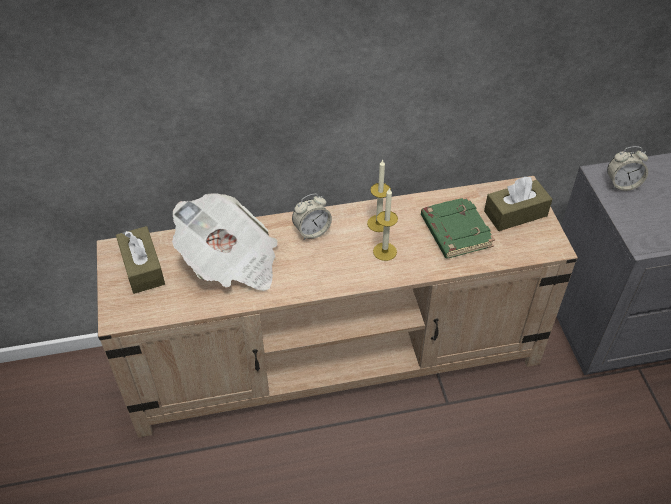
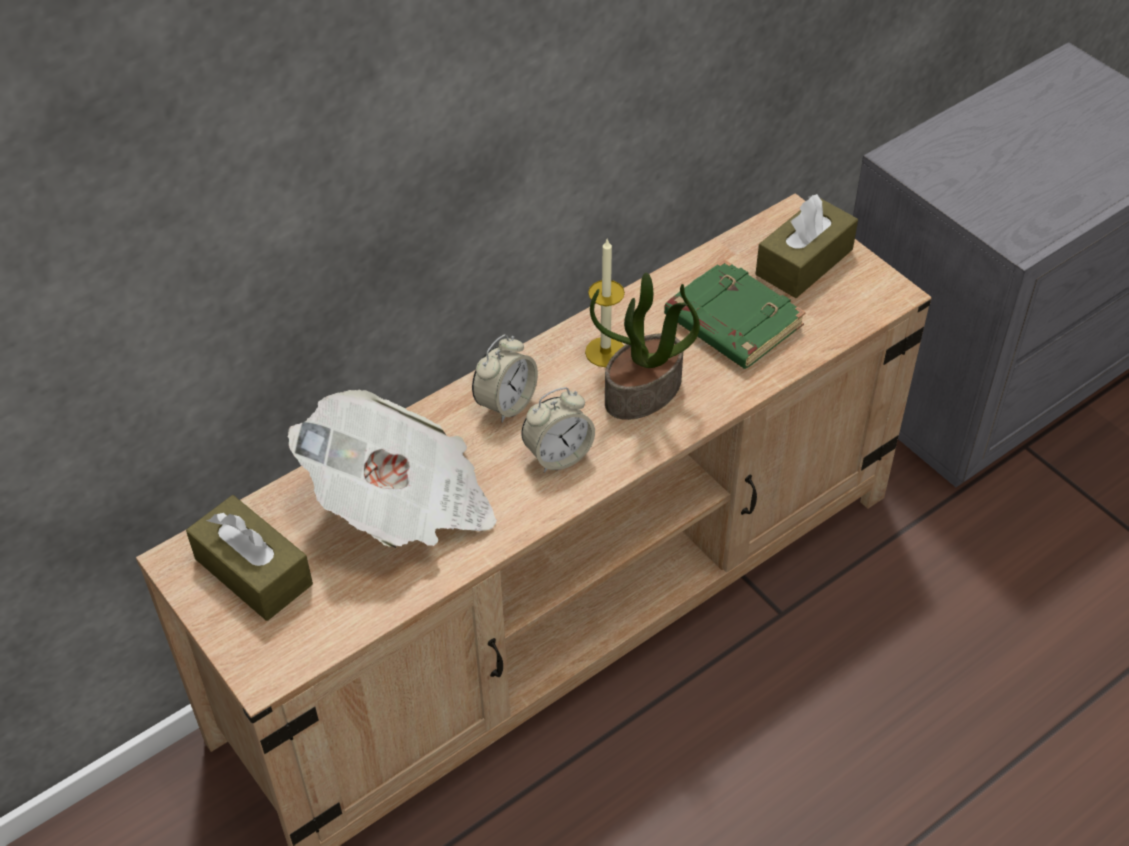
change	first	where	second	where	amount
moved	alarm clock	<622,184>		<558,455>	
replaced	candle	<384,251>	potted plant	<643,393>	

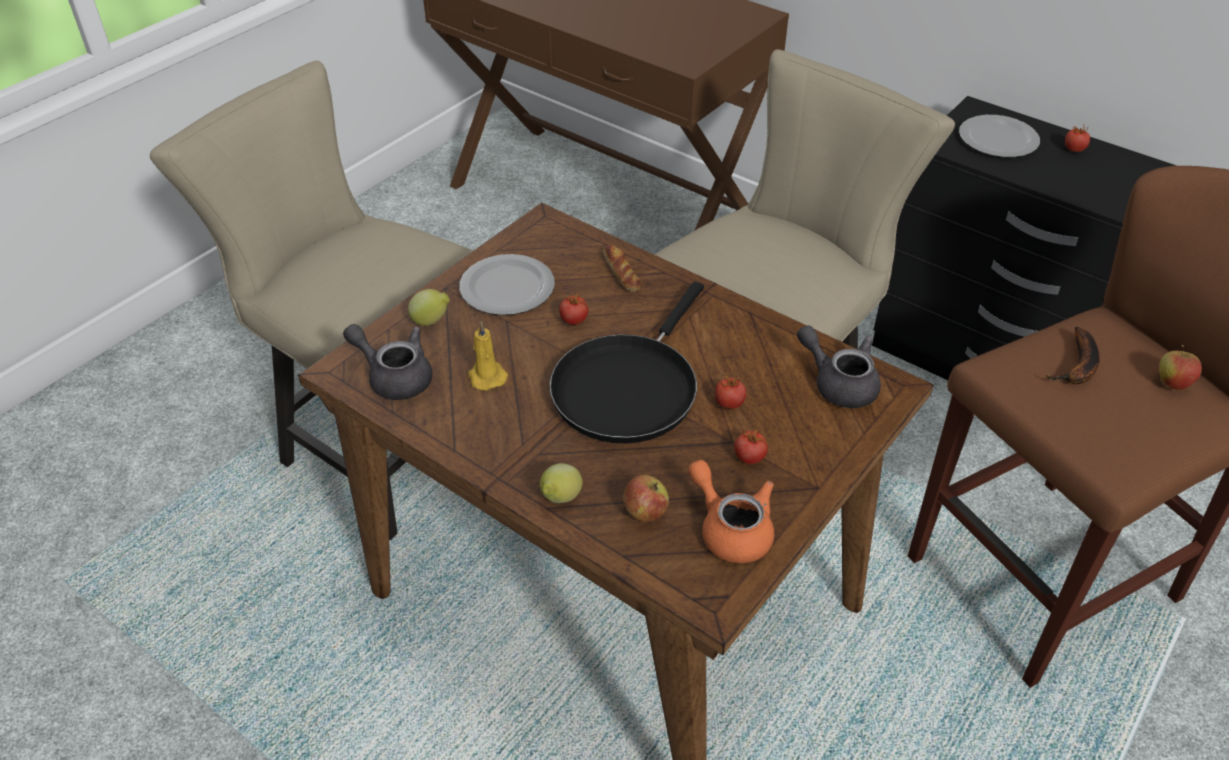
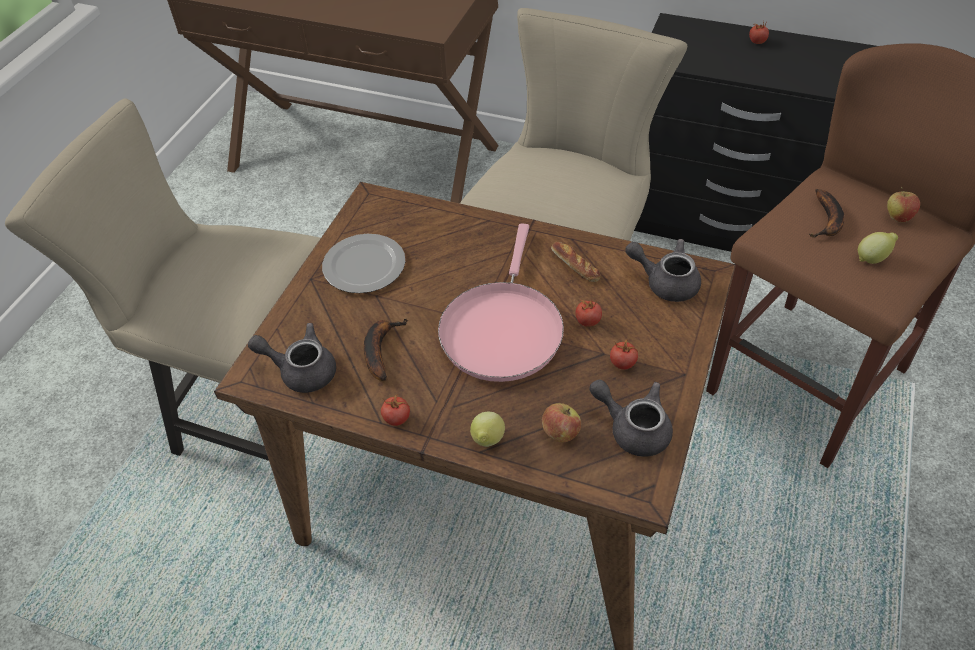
change	first	where	second	where	amount
removed	plate	<996,140>			
moved	bread	<621,272>		<575,265>	
recoloured	black frying pan	<628,388>	pink frying pan	<502,329>	
moved	lemon	<431,321>		<872,258>	
moved	tomato	<574,320>		<397,419>	
replaced	yellow candle	<486,376>	banana	<380,349>	
recoloured	orange teapot	<730,529>	grey teapot	<633,428>	

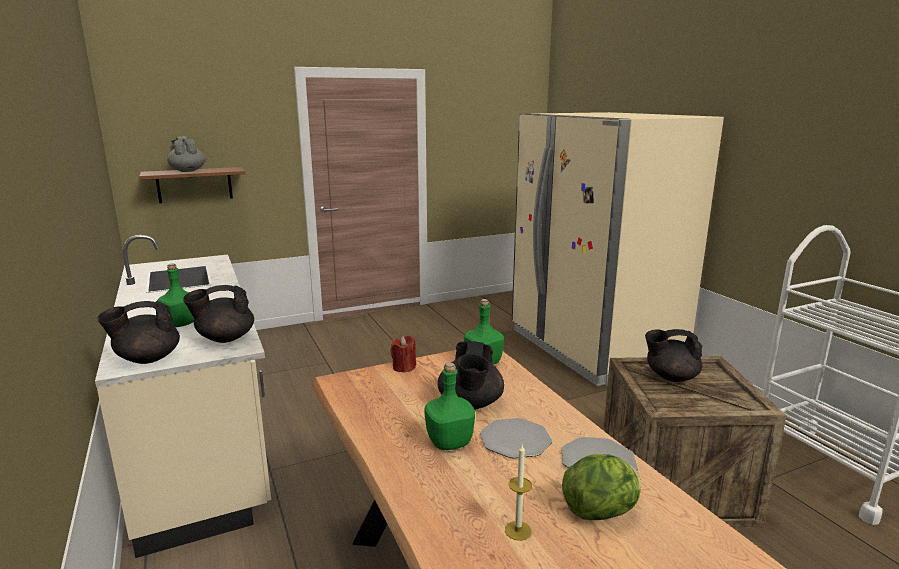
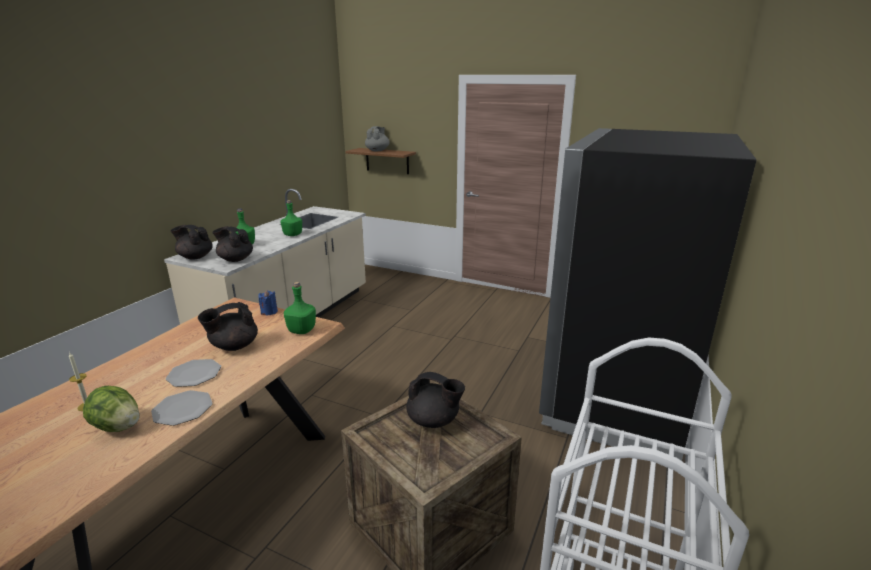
change	first	where	second	where	amount
recoloured	beige fridge	<593,348>	black fridge	<615,396>	
turned	black teapot	<670,377>		<434,421>	150 degrees clockwise
recoloured	red candle	<404,367>	blue candle	<269,312>	
moved	green bottle	<448,443>		<292,235>	

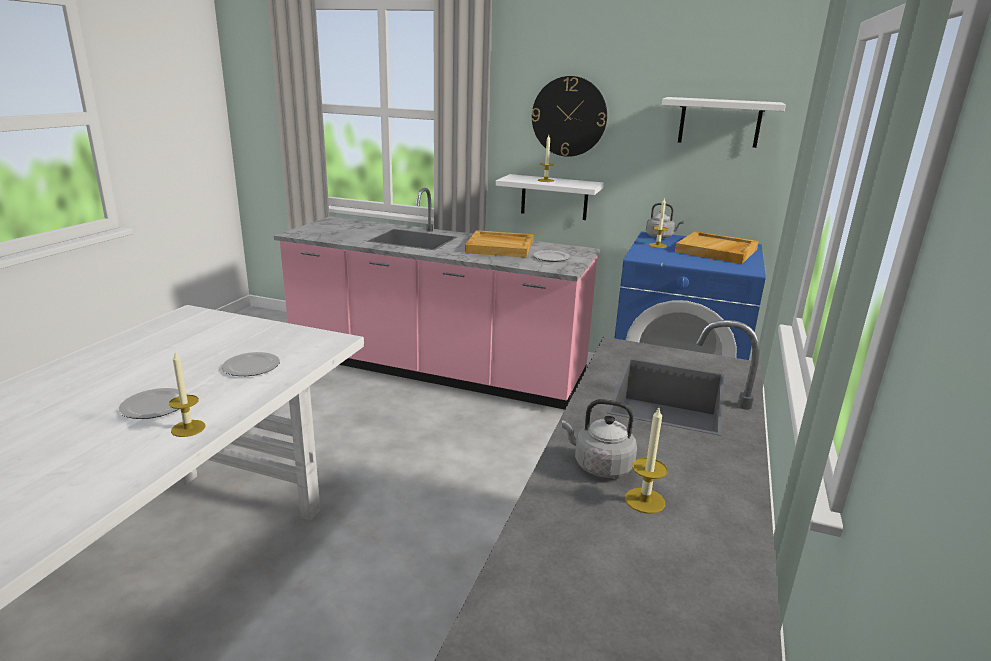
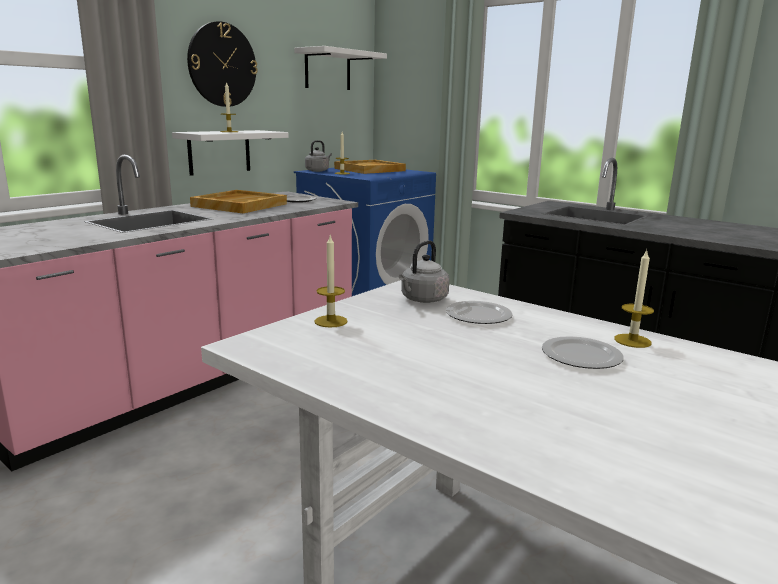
change	first	where	second	where	amount
moved	grey kettle	<599,466>		<422,300>	
moved	candle	<644,500>		<331,321>	

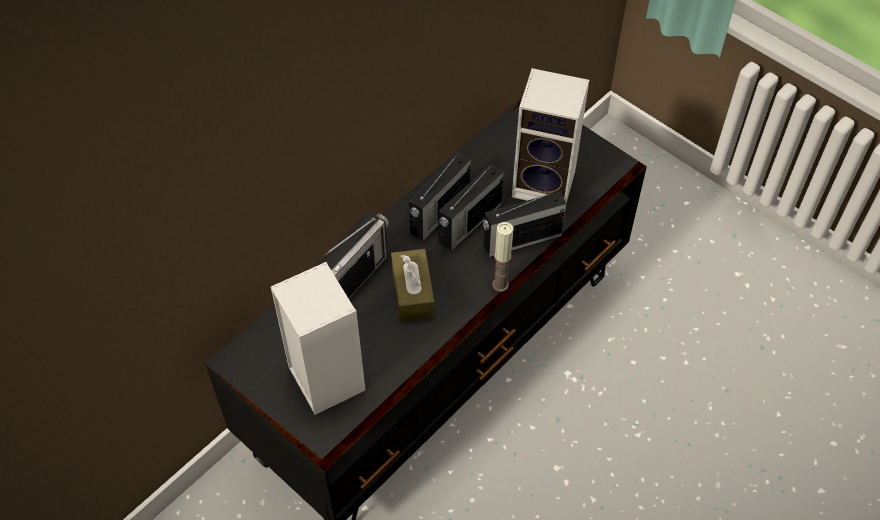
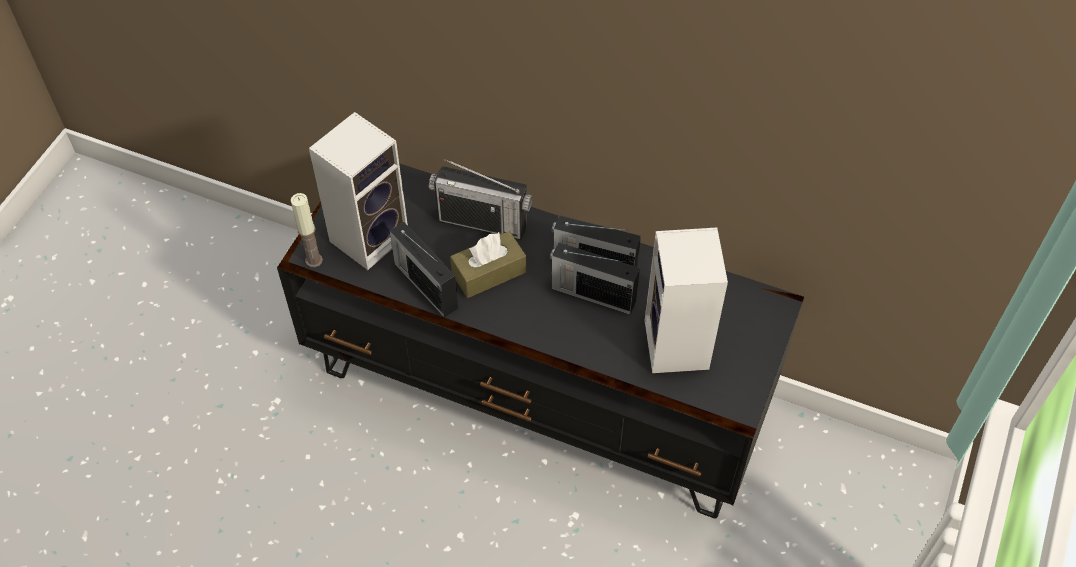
change	first	where	second	where	amount
moved	radio	<520,240>		<425,284>	
moved	candle	<500,284>		<314,260>	

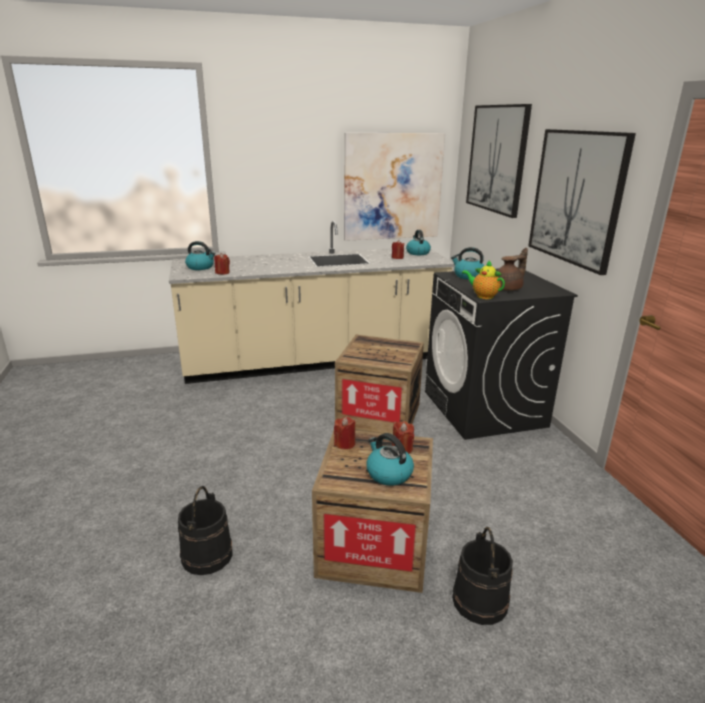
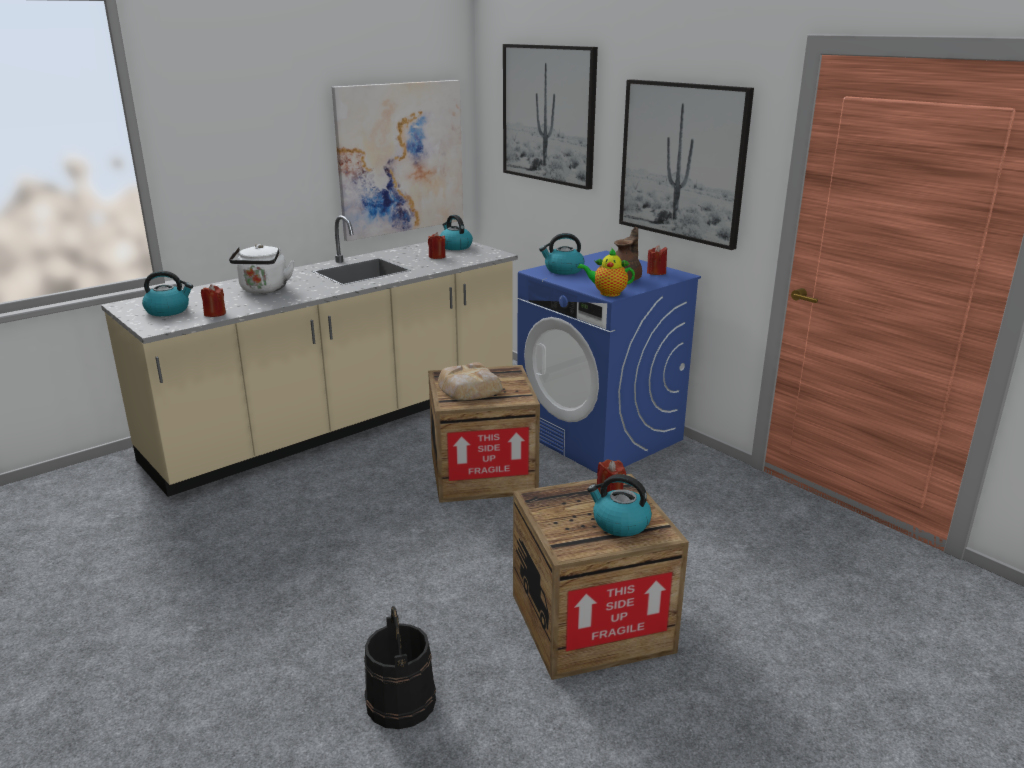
change	first	where	second	where	amount
recoloured	black washing machine	<484,409>	blue washing machine	<600,435>	
moved	red candle	<344,444>		<656,273>	
removed	black bucket	<480,601>			
added			white kettle	<263,290>	
added			bread	<469,388>	

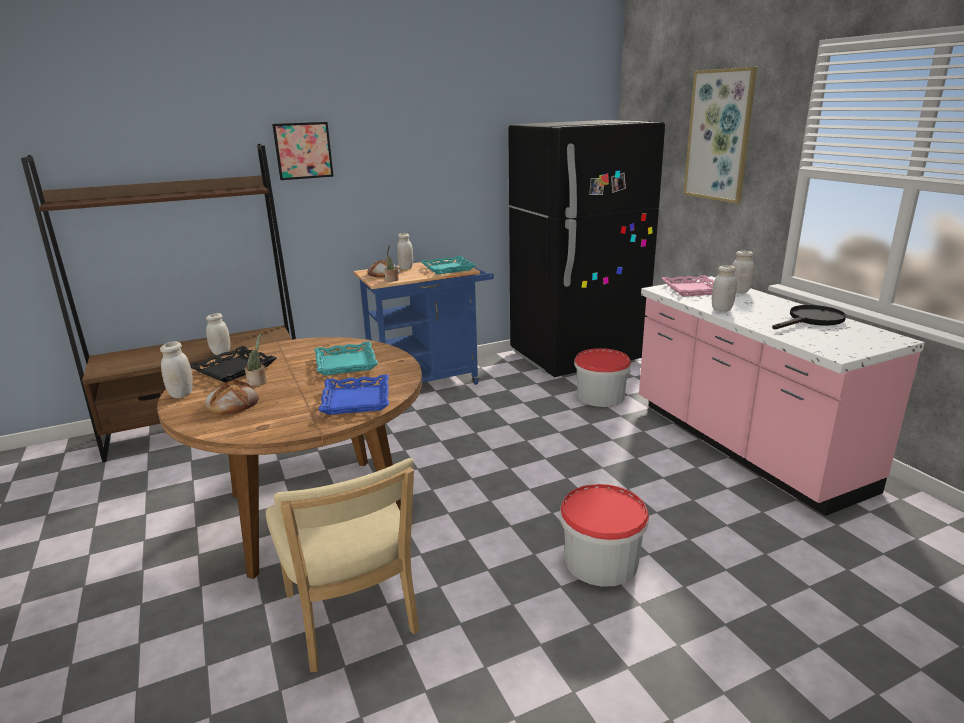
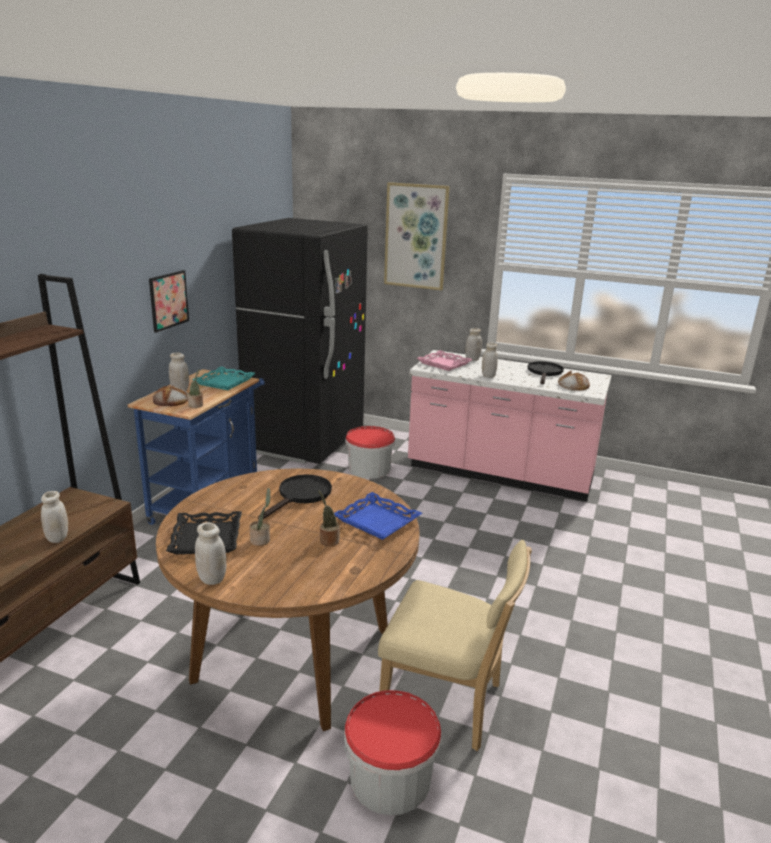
change	first	where	second	where	amount
moved	picture	<303,150>		<168,300>	
replaced	turquoise tray	<346,363>	black frying pan	<300,496>	
moved	bread	<233,403>		<573,385>	
moved	bucket	<601,561>		<390,778>	
added			potted plant	<328,540>	

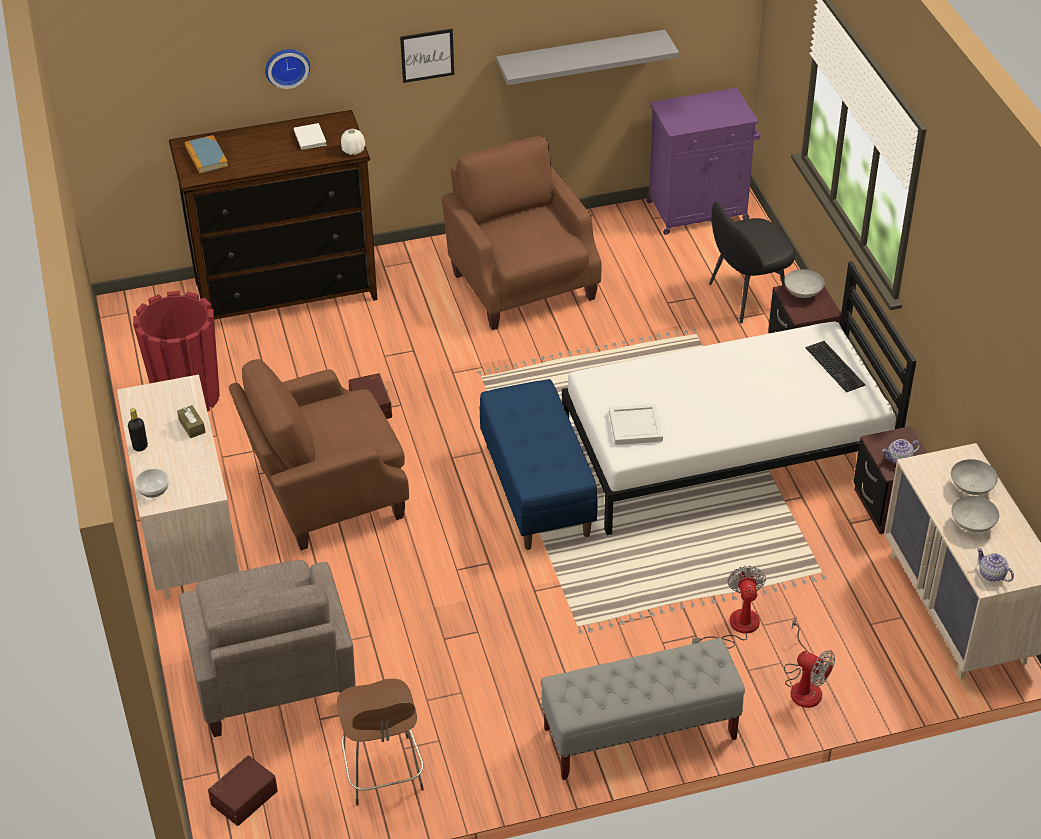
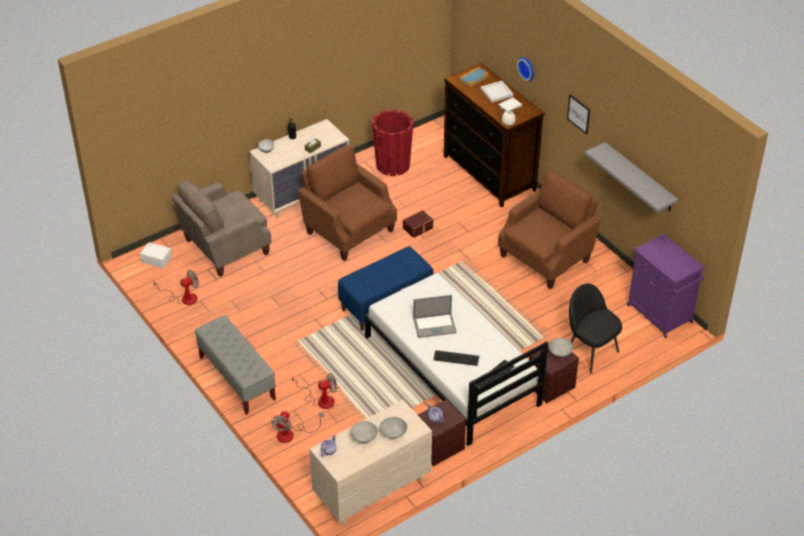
change	first	where	second	where	amount
moved	white tray	<636,426>		<497,93>	
replaced	brown chair	<383,773>	fan	<184,298>	
recoloured	brown storage box	<243,797>	white storage box	<157,259>	
added			laptop	<434,326>	
added			keyboard	<456,357>	

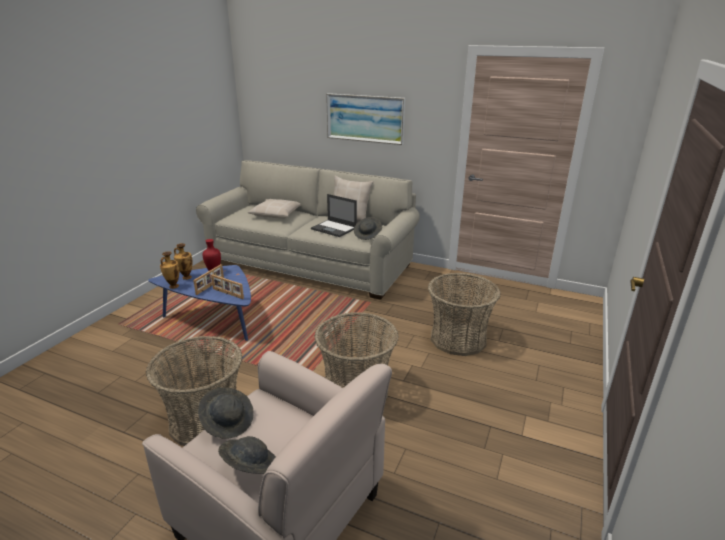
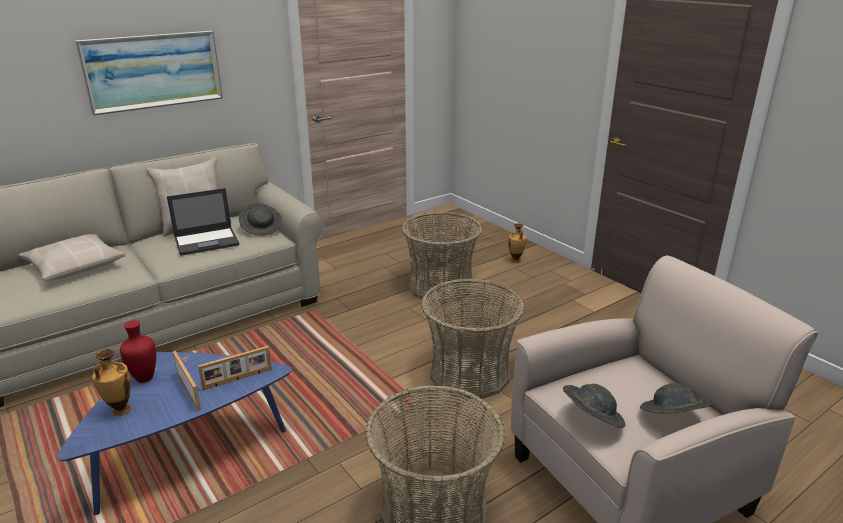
change	first	where	second	where	amount
moved	vase	<173,286>		<515,260>	

